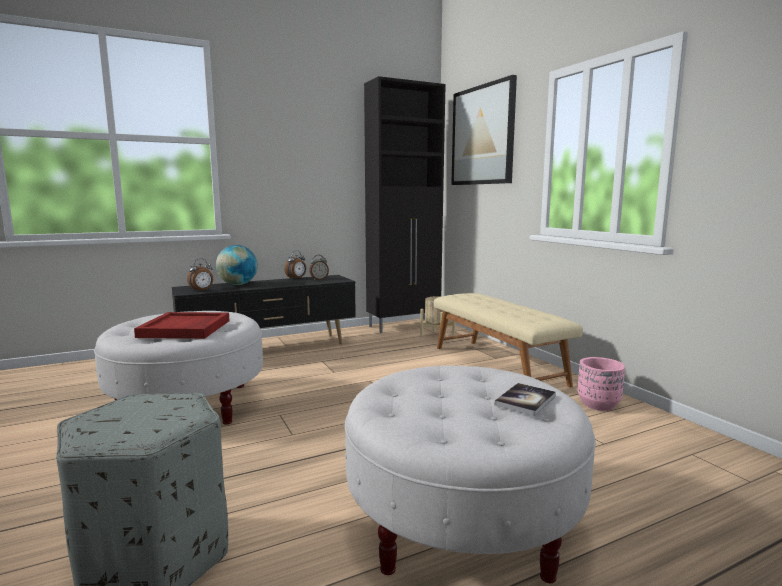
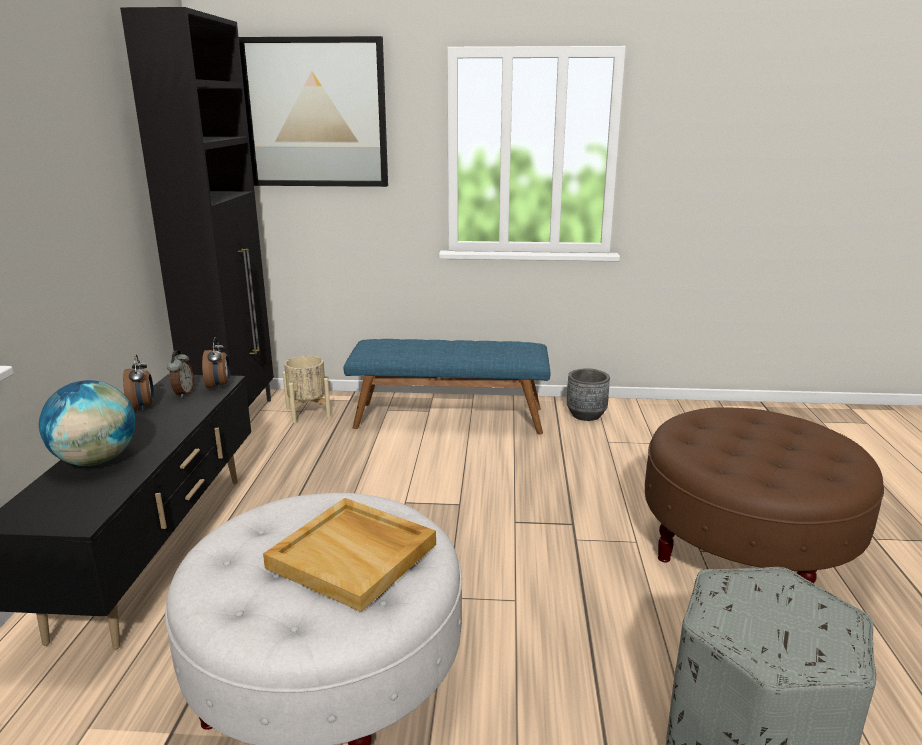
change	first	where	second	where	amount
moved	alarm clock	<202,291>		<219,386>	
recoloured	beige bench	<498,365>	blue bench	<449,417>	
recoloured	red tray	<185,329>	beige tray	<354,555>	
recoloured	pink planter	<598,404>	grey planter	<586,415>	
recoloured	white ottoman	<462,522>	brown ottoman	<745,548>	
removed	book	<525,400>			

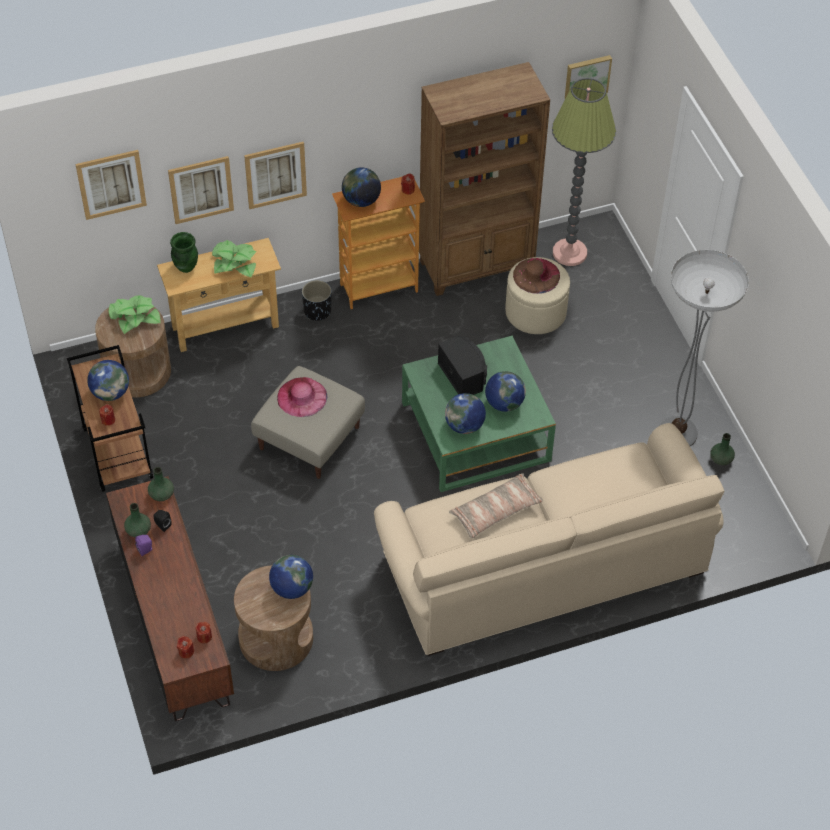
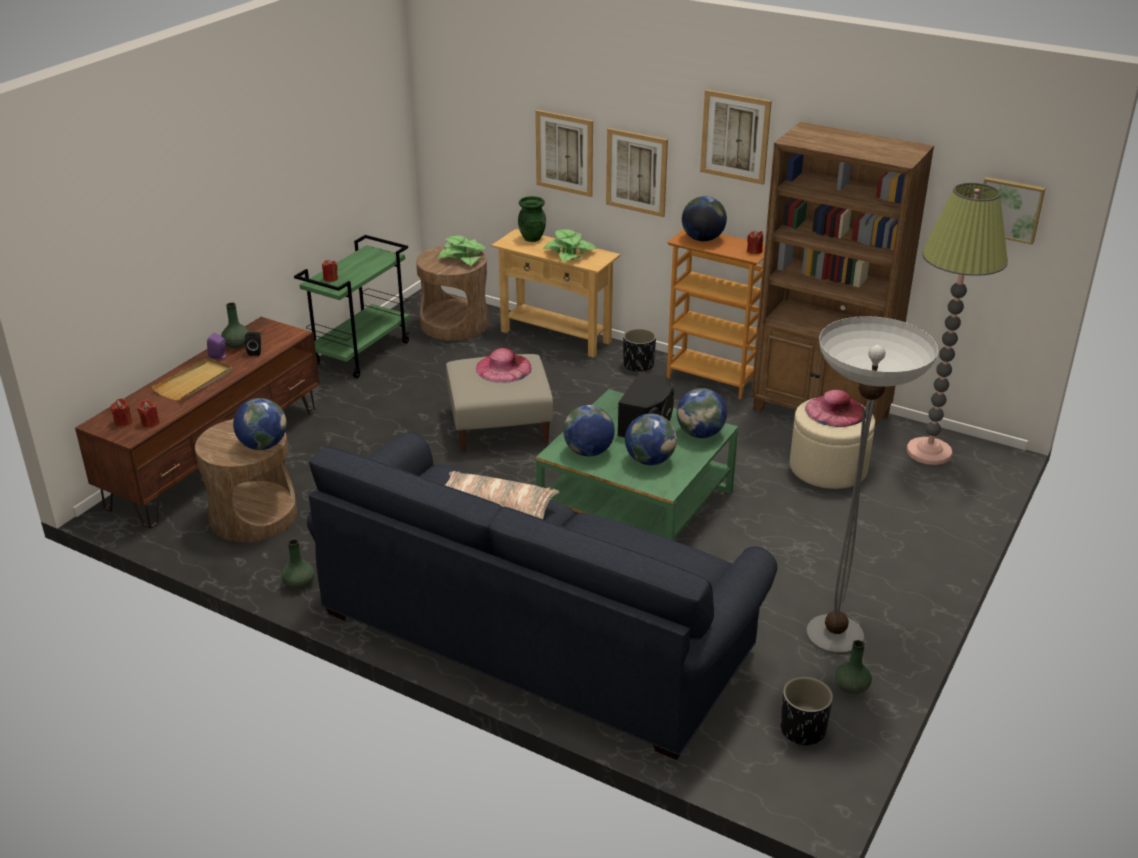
change	first	where	second	where	amount
moved	picture	<111,184>		<735,136>	
recoloured	brown hat	<536,275>	pink hat	<835,411>	
recoloured	brown cart	<116,452>	green cart	<361,353>	
moved	globe	<110,393>		<700,434>	
recoloured	beige sofa	<544,564>	blue sofa	<534,631>	
moved	green vase	<162,494>		<299,583>	
added			beige tray	<194,382>	
added			black planter	<802,730>	

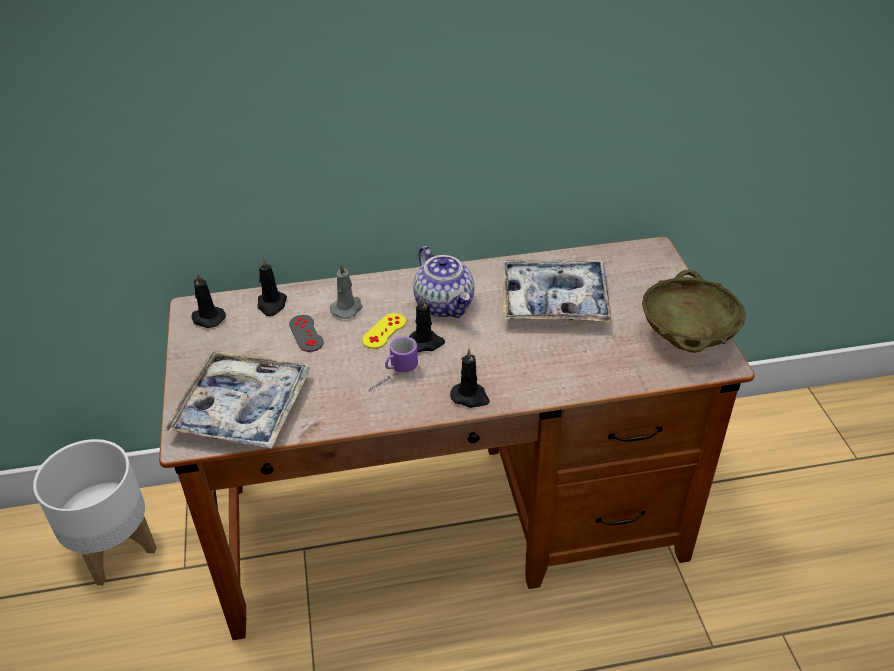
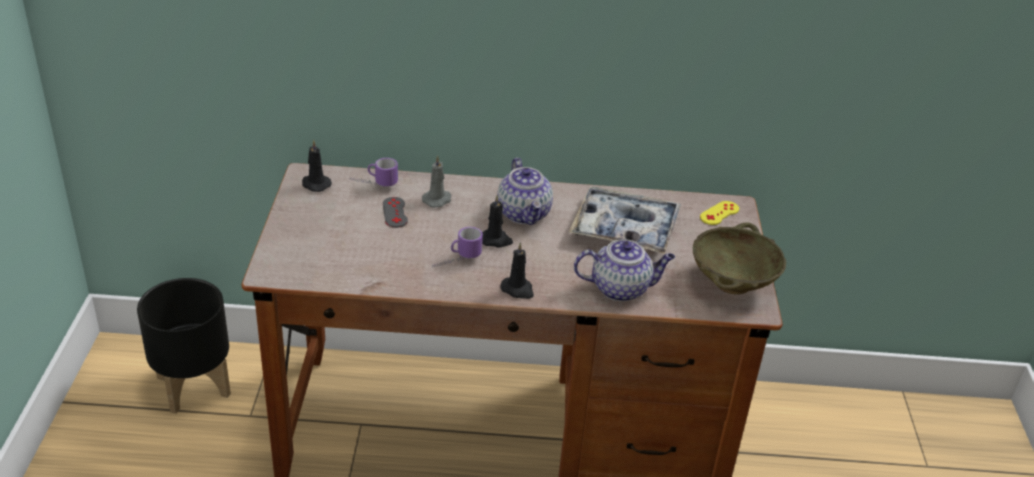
change	first	where	second	where	amount
replaced	black candle	<272,305>	mug	<373,184>	
moved	yellow game controller	<384,331>		<719,213>	
removed	tray	<243,409>			
recoloured	white planter	<115,549>	black planter	<194,387>	
added			teapot	<621,288>	

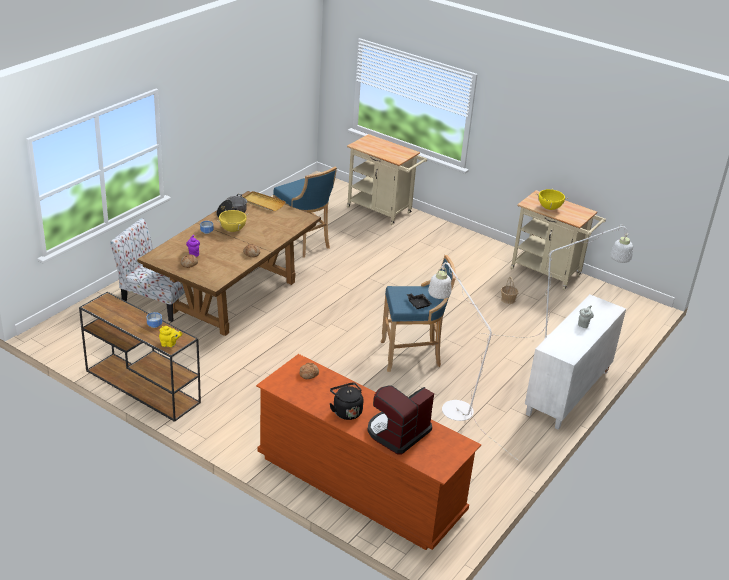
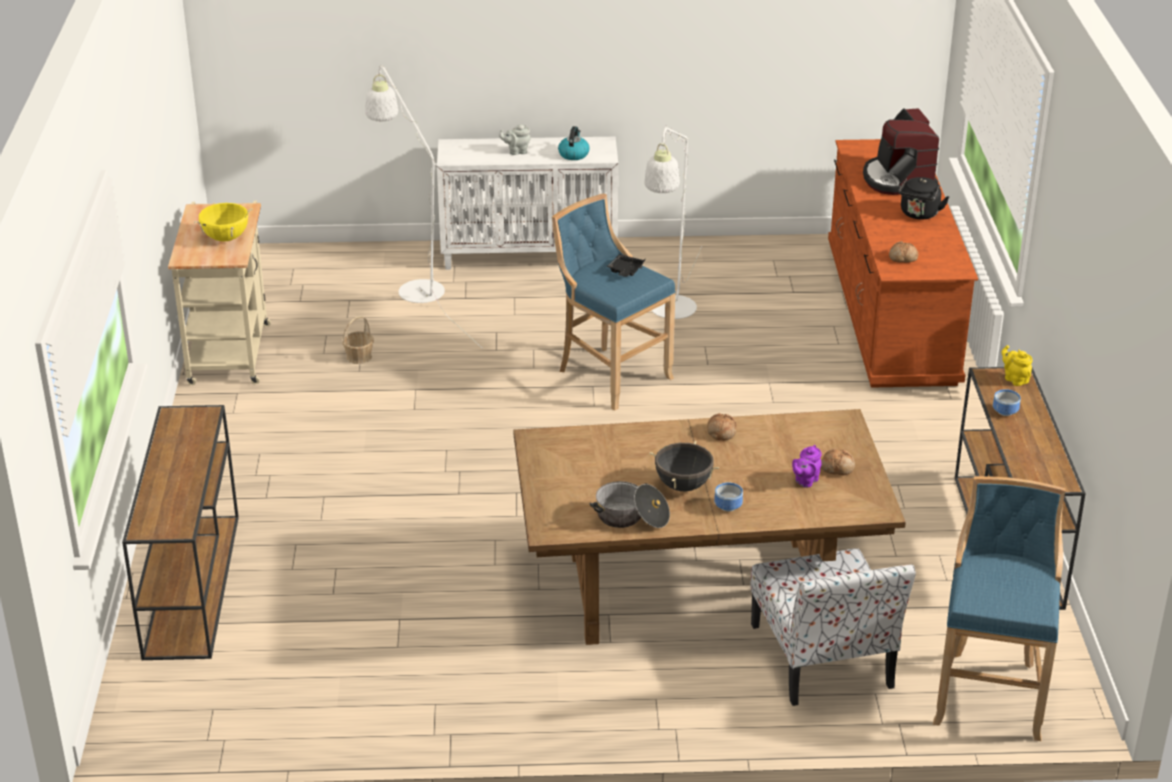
change	first	where	second	where	amount
replaced	beige cart	<382,211>	brown console table	<192,584>	
moved	blue stool	<304,244>		<990,692>	
removed	beige tray	<263,203>			
recoloured	yellow cooking pot	<232,230>	black cooking pot	<683,485>	
turned	coffee machine	<397,433>		<898,179>	75 degrees clockwise
added			kettle	<573,154>	

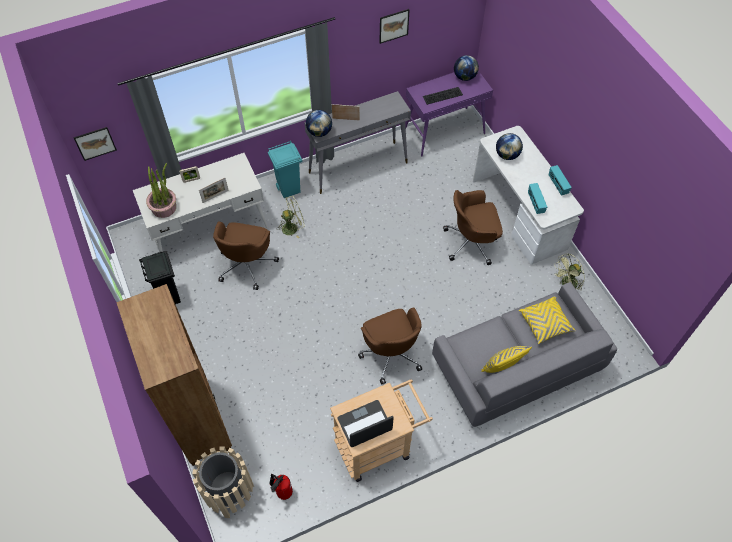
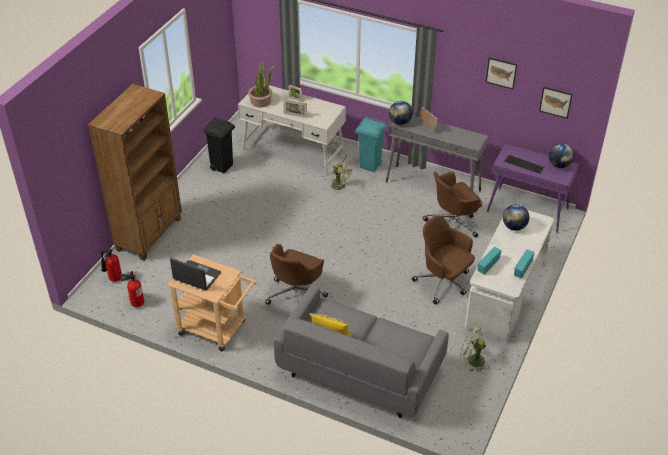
change	first	where	second	where	amount
moved	picture	<95,143>		<555,102>	
moved	brown office chair	<247,264>		<452,224>	
removed	yellow pillow	<545,323>			
replaced	beige trash can	<230,493>	fire extinguisher	<113,278>	

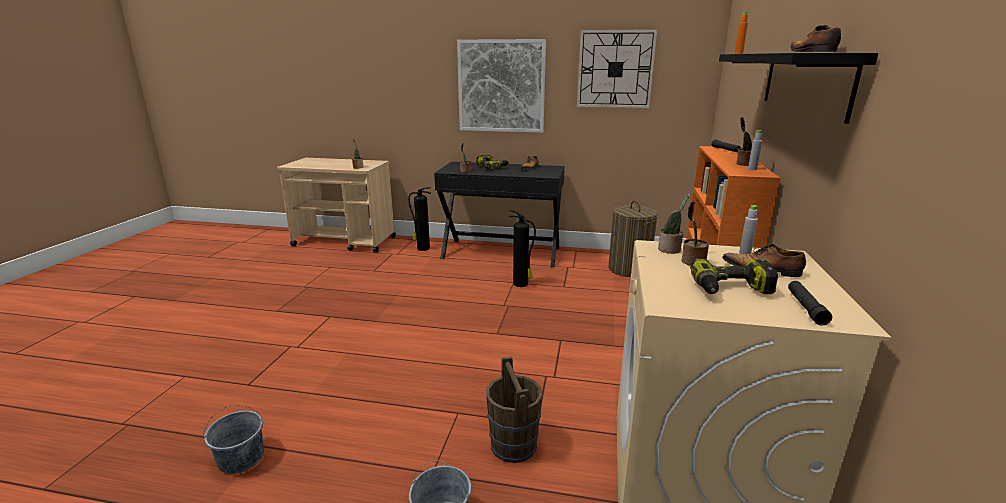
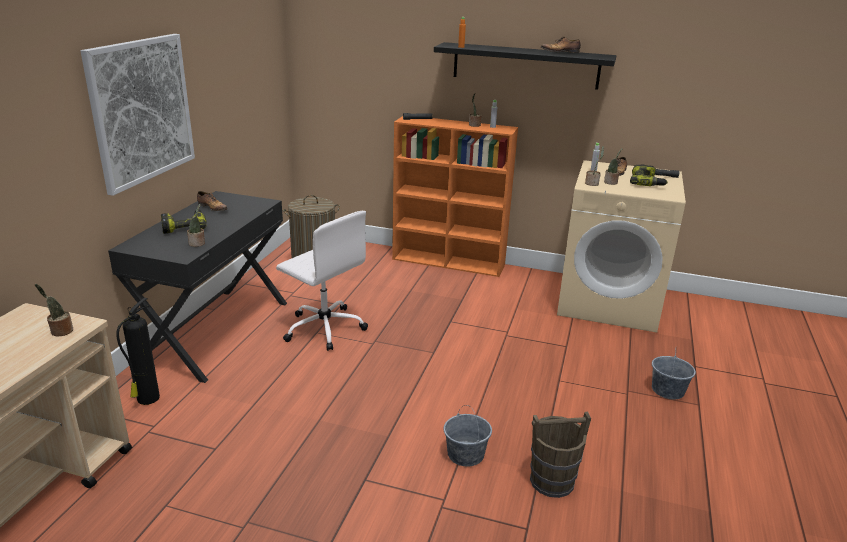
change	first	where	second	where	amount
removed	wall clock	<615,69>			
replaced	fire extinguisher	<521,284>	white office chair	<324,328>	
moved	brown bucket	<513,445>		<552,481>	
moved	grey bucket	<242,458>		<465,454>	

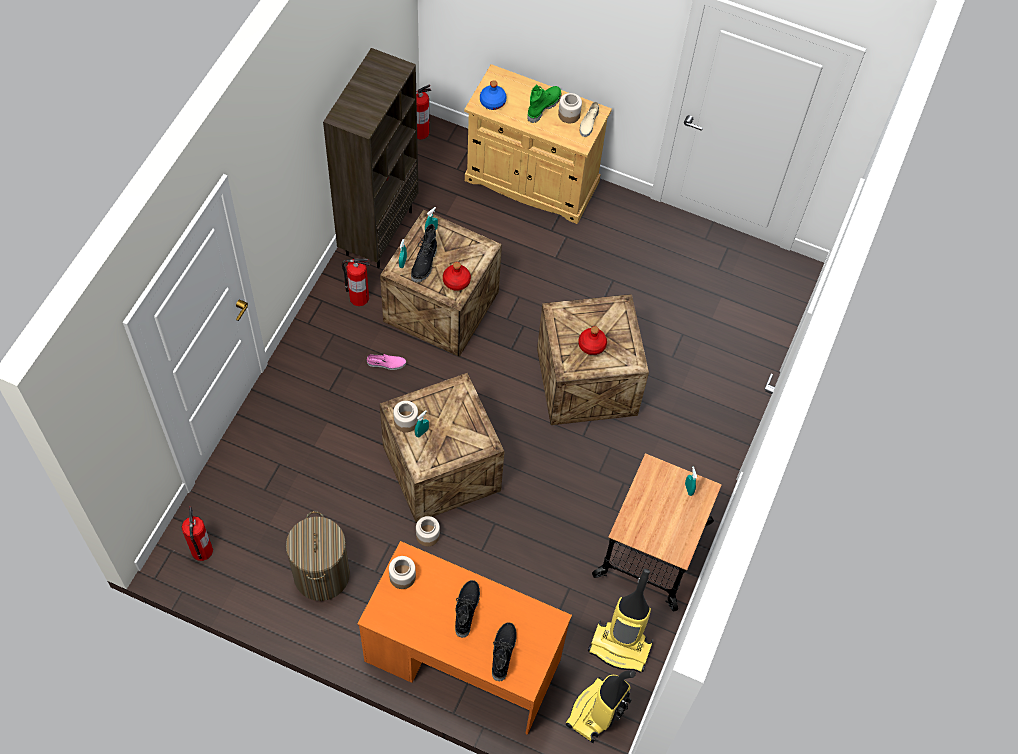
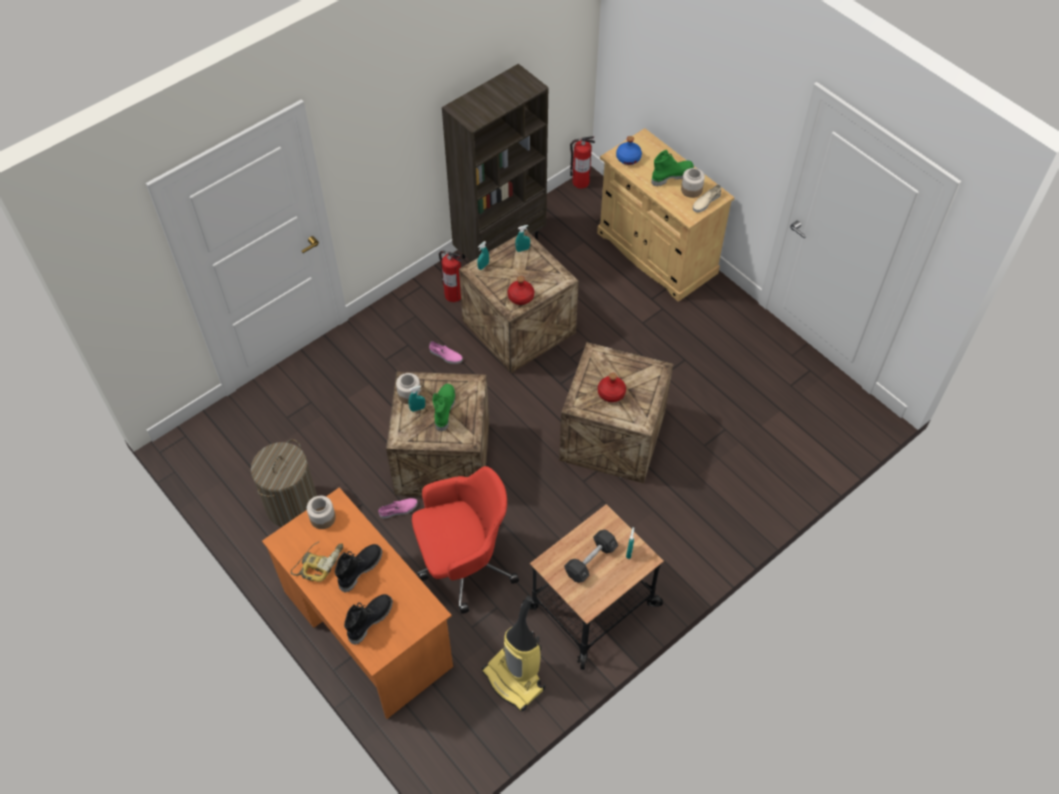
change	first	where	second	where	amount
removed	black boot	<425,264>			
removed	fire extinguisher	<202,551>			
replaced	jar	<427,535>	pink shoe	<398,510>	
removed	vacuum cleaner	<596,712>			
added			green boot	<444,409>	
added			red office chair	<463,563>	
added			black dumbbell	<590,560>	
added			power drill	<319,562>	

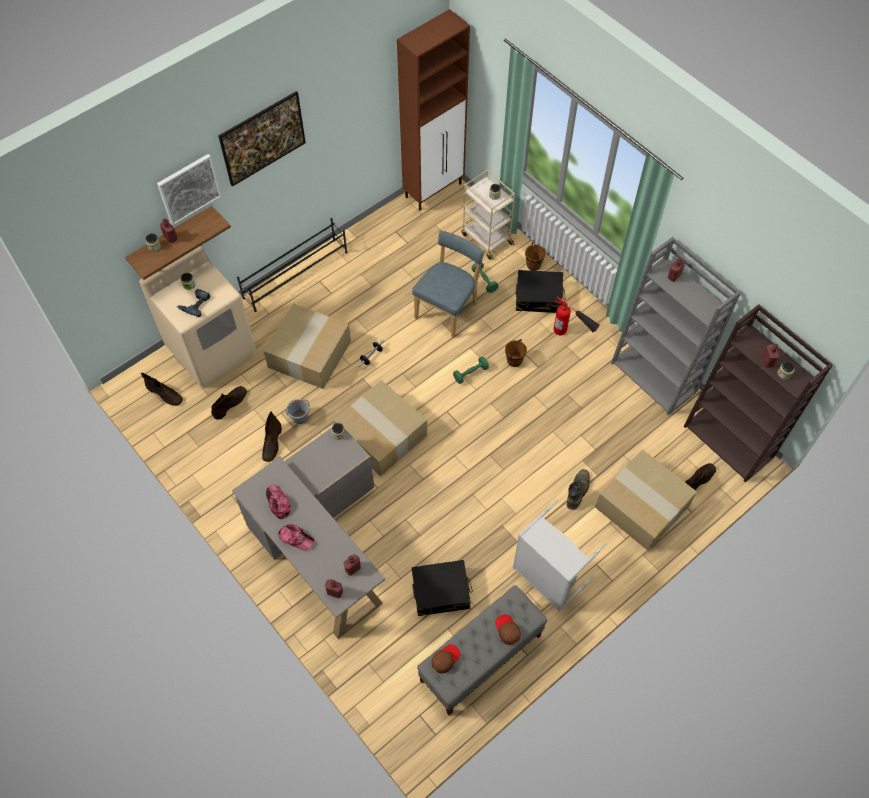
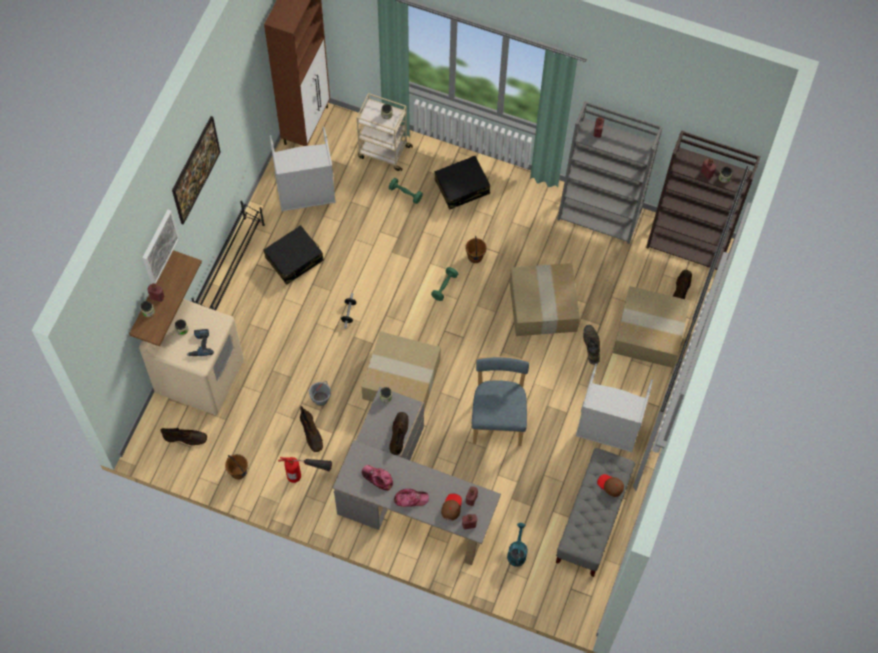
change	first	where	second	where	amount
moved	blue chair	<448,309>		<498,418>	
moved	brown bucket	<533,265>		<238,472>	
moved	fire extinguisher	<571,335>		<307,476>	
moved	cardboard box	<310,355>		<544,307>	
moved	brown boot	<230,404>		<399,434>	
moved	black suitcase	<441,591>		<294,259>	
moved	brown cap	<445,659>		<451,507>	
added			grey laundry basket	<306,194>	
added			turquoise watering can	<517,552>	

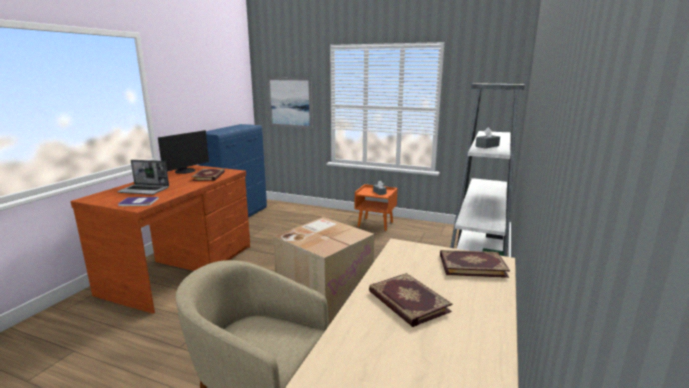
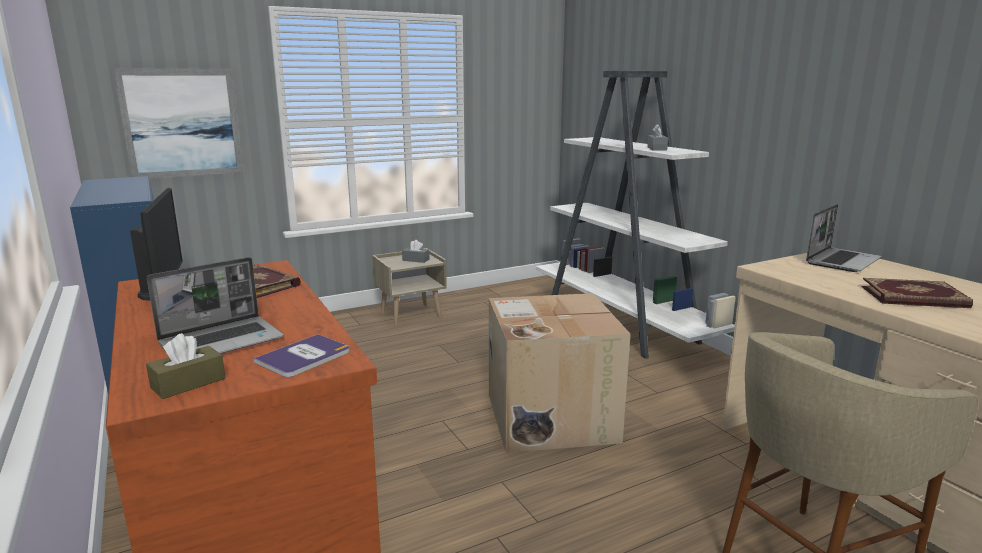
change	first	where	second	where	amount
recoloured	orange nightstand	<376,224>	beige nightstand	<411,315>	
replaced	book	<472,265>	laptop	<842,261>	
added			brown tissue box	<188,383>	

